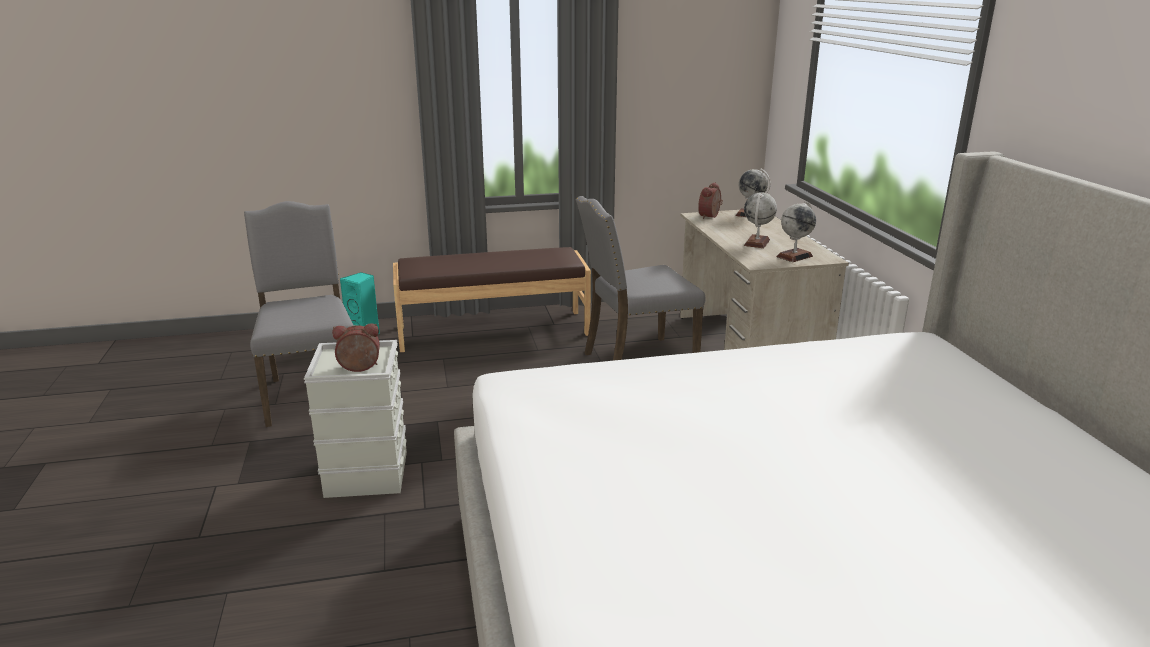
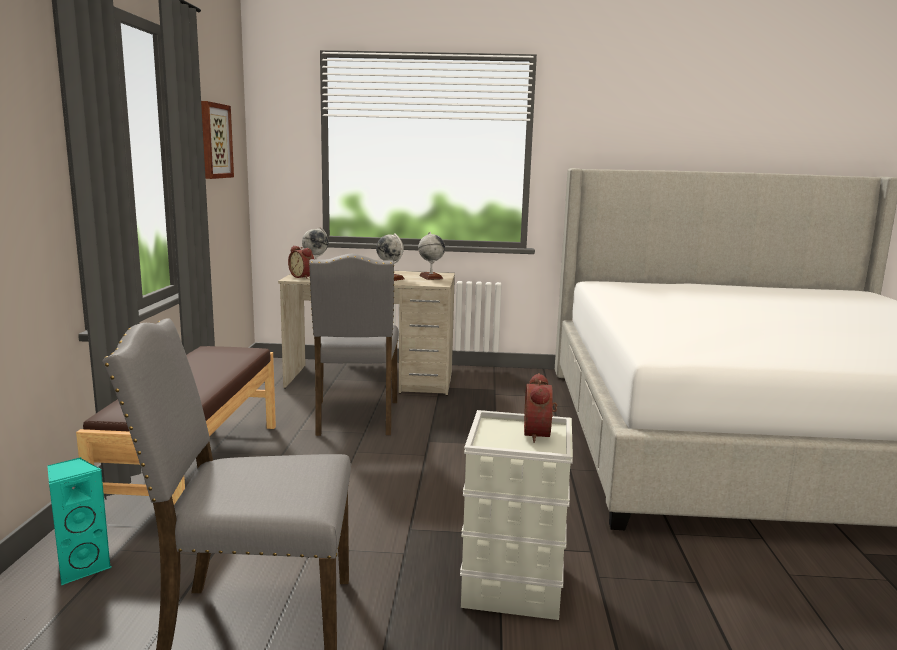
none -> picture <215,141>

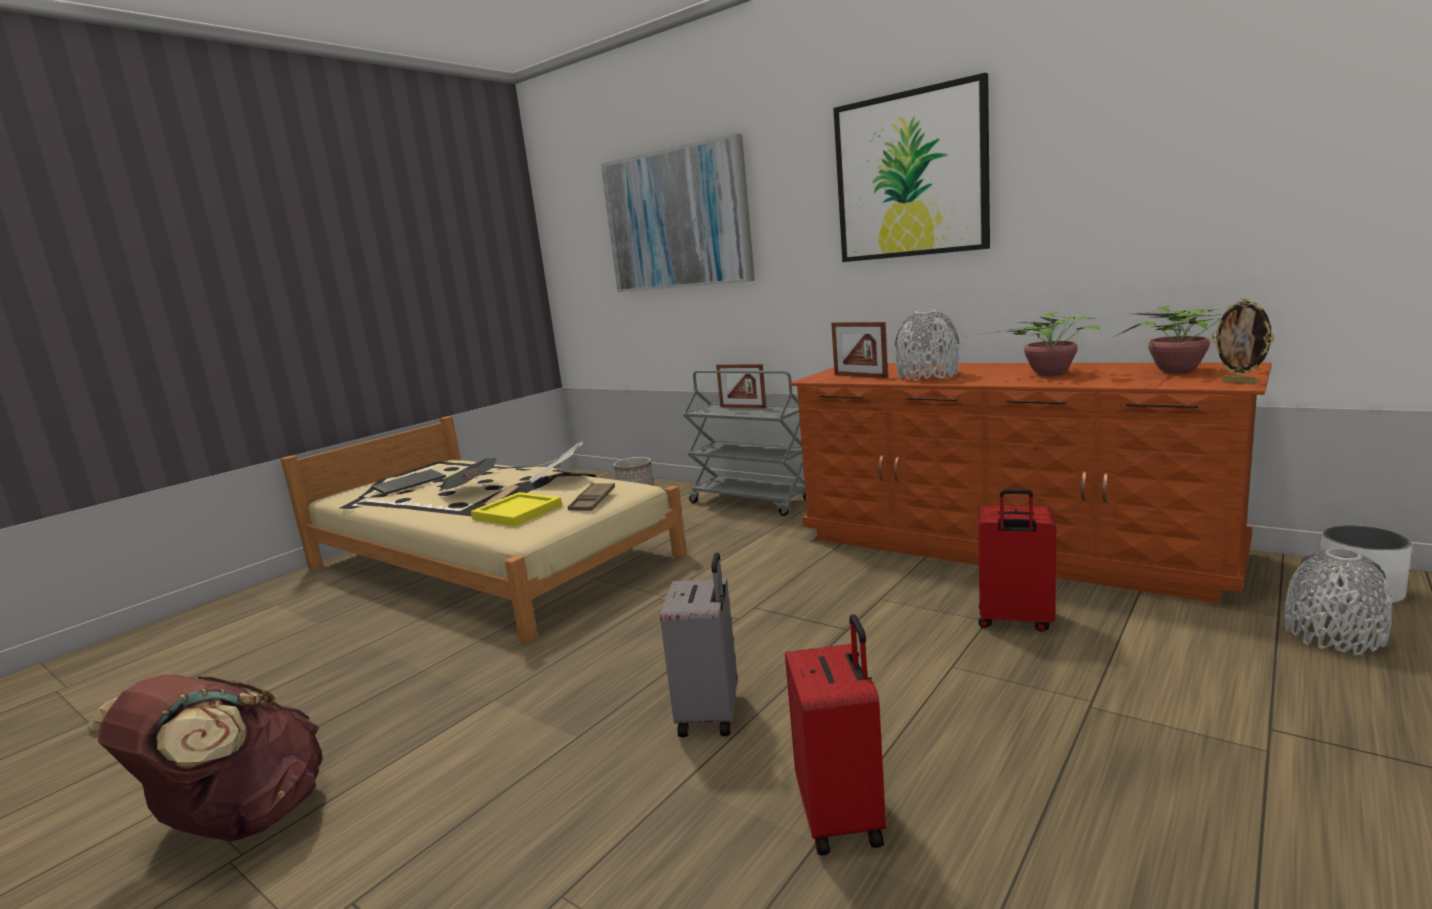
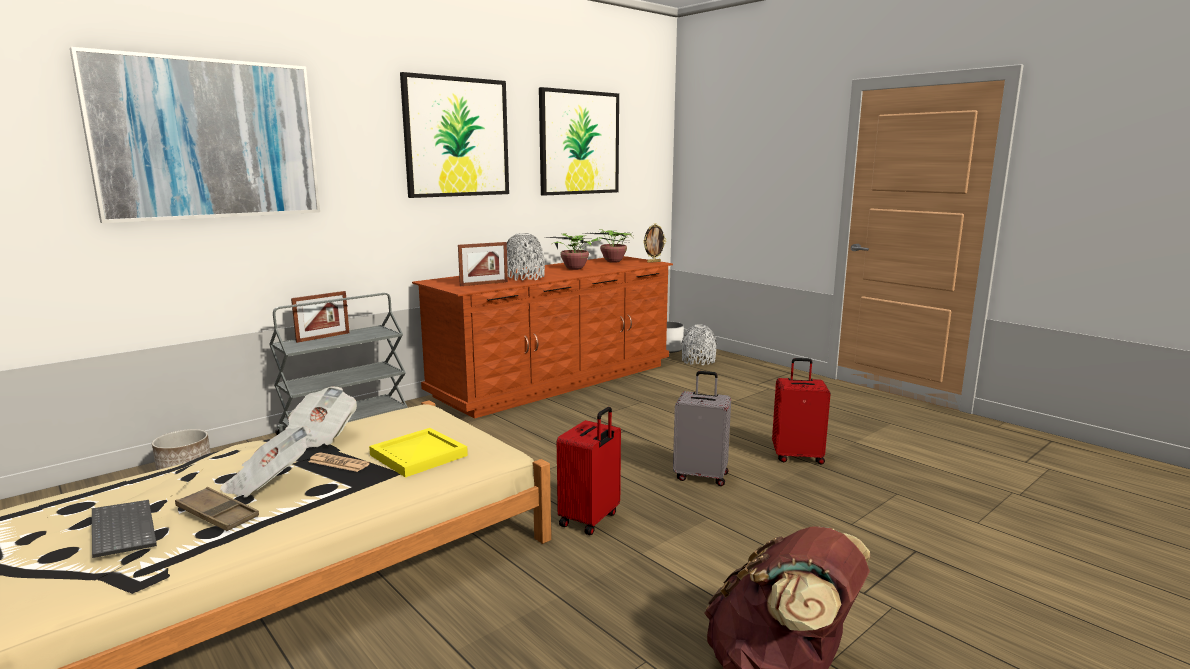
none -> picture <579,143>
brown tray <592,501> -> brown tray <217,515>, move
red suitcase <1014,621> -> red suitcase <590,519>, move

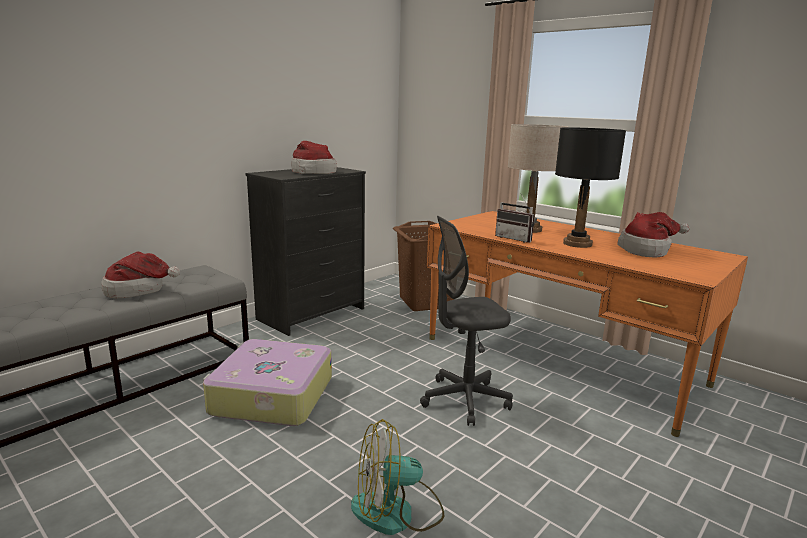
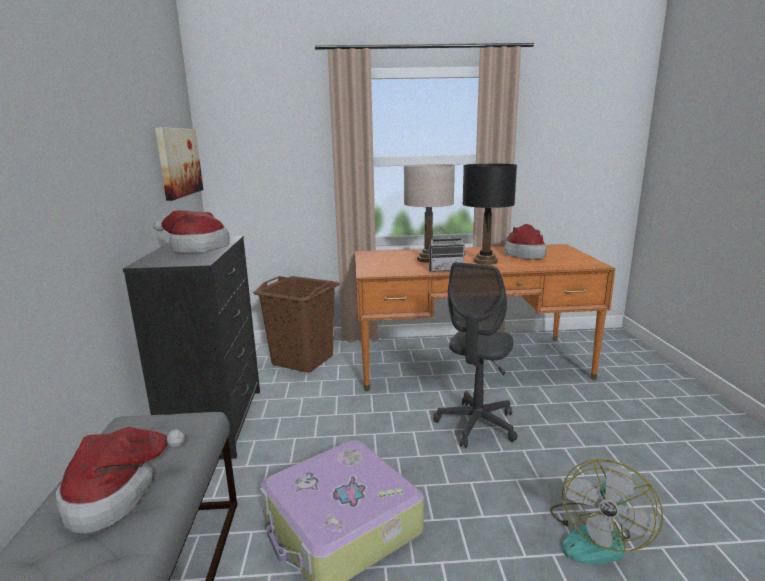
none -> picture <178,162>

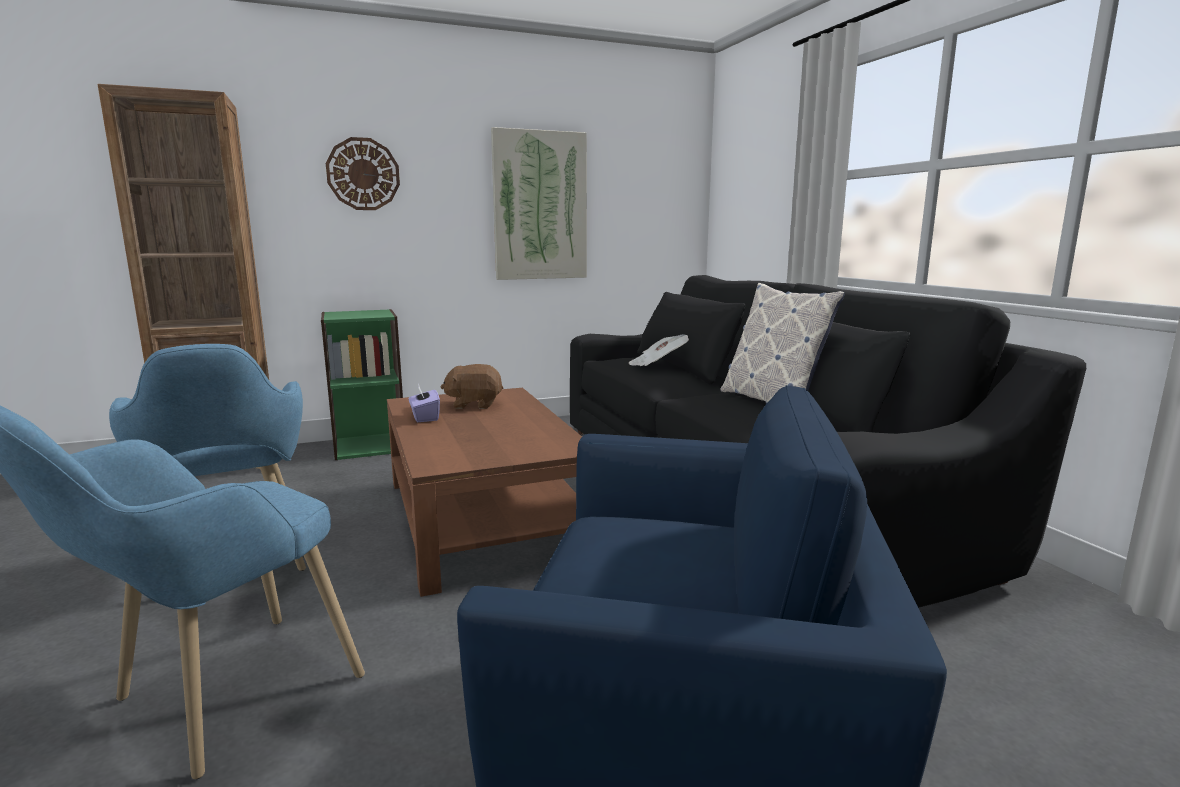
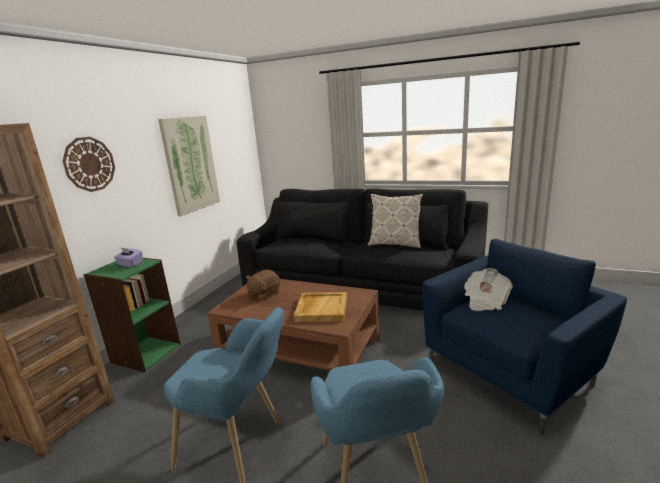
none -> beige tray <321,309>
purple tissue box <424,417> -> purple tissue box <130,264>, move
newspaper <659,364> -> newspaper <485,301>, move

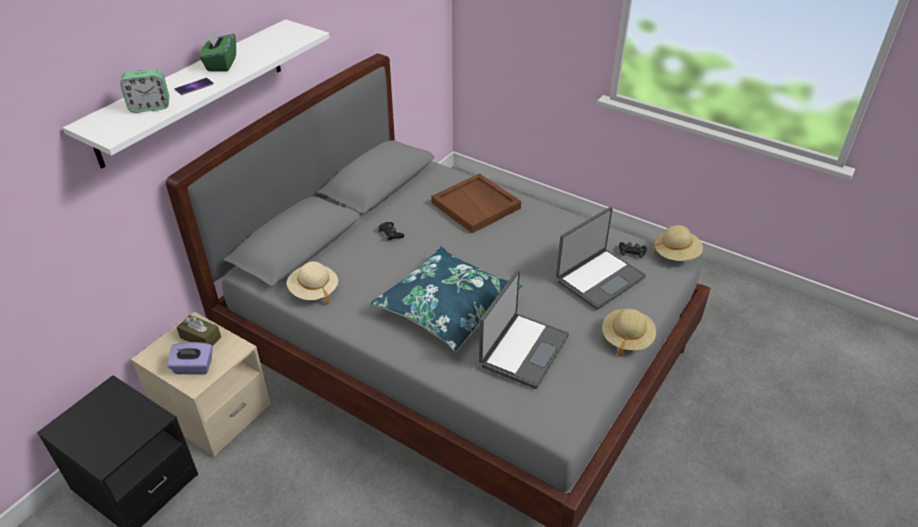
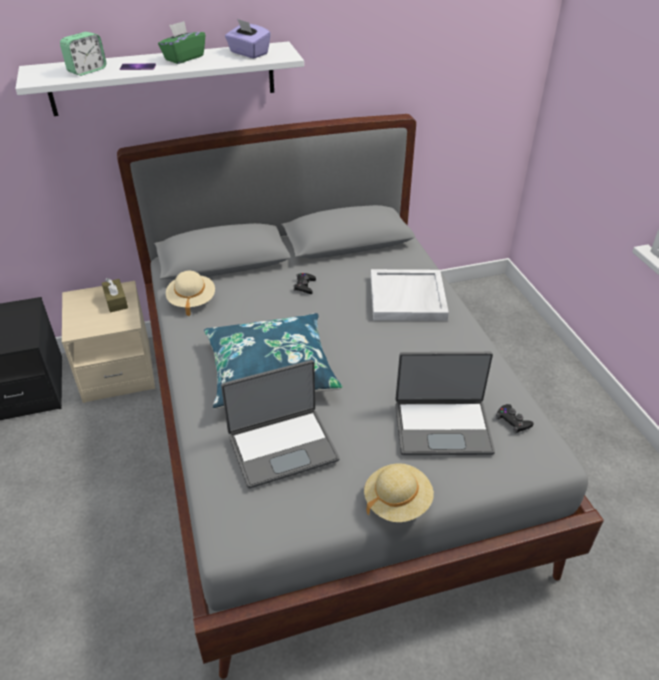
beige hat <676,254> -> none
purple tissue box <193,367> -> purple tissue box <248,53>, move
brown tray <476,205> -> white tray <408,298>
alarm clock <150,107> -> alarm clock <87,70>, 75 degrees counterclockwise

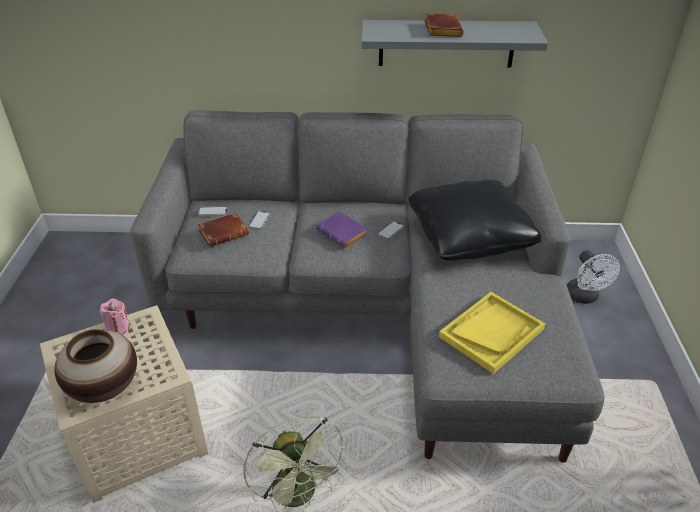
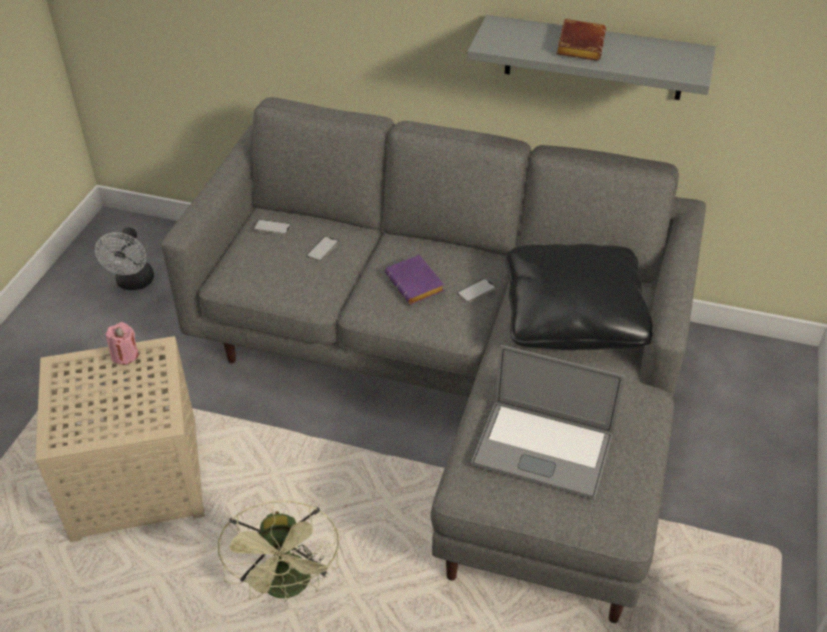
vase <105,388> -> none
brown book <224,232> -> none
white fan <584,297> -> white fan <134,283>, move
yellow tray <491,333> -> laptop <542,449>

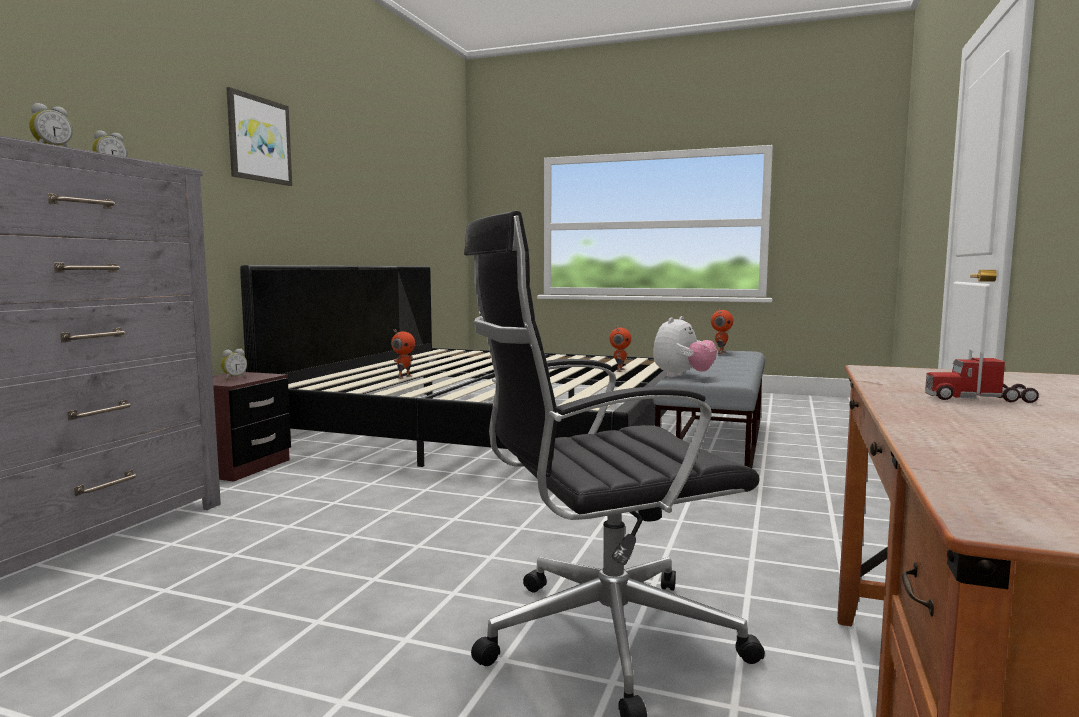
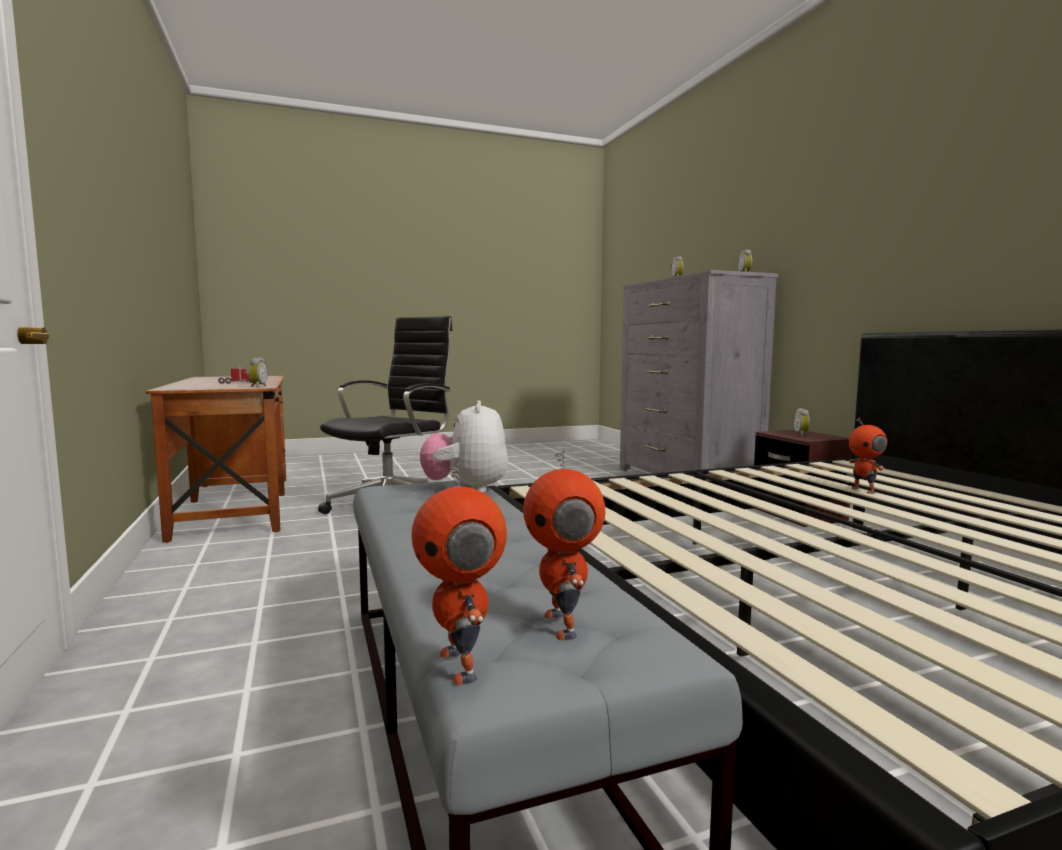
picture <259,139> -> none
none -> alarm clock <257,386>
toy robot <619,370> -> toy robot <462,665>, move

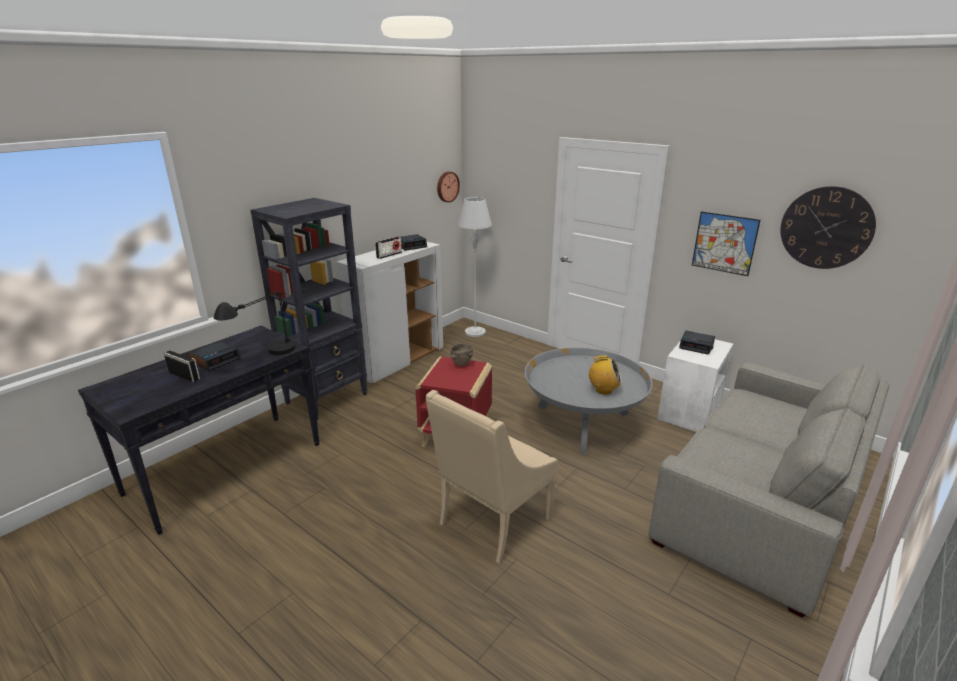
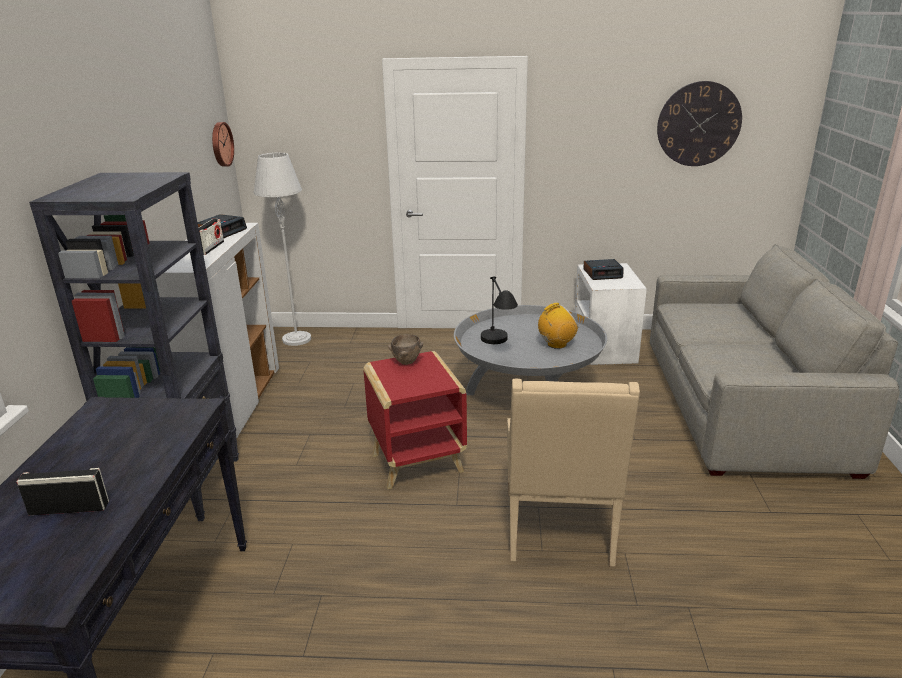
alarm clock <216,360> -> none
picture <724,243> -> none
black table lamp <264,358> -> black table lamp <498,349>, move

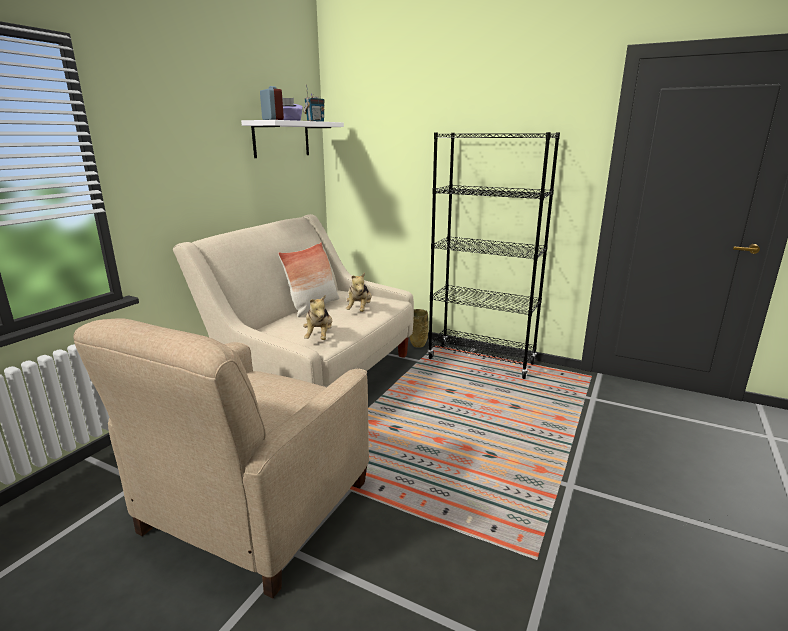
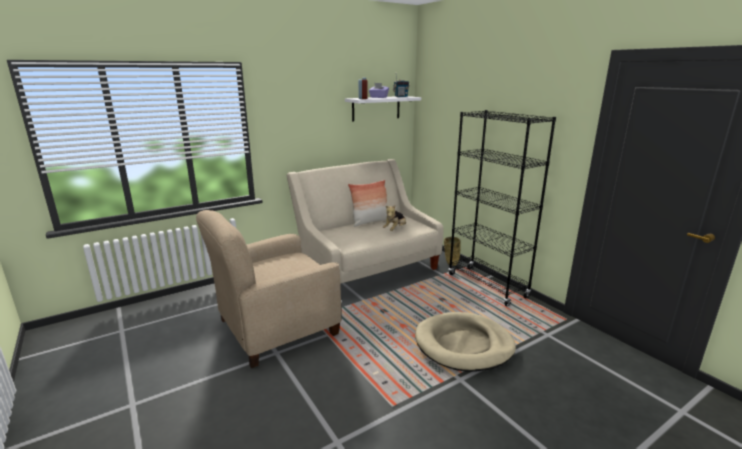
plush toy <319,337> -> none
none -> beige dog bed <463,345>

